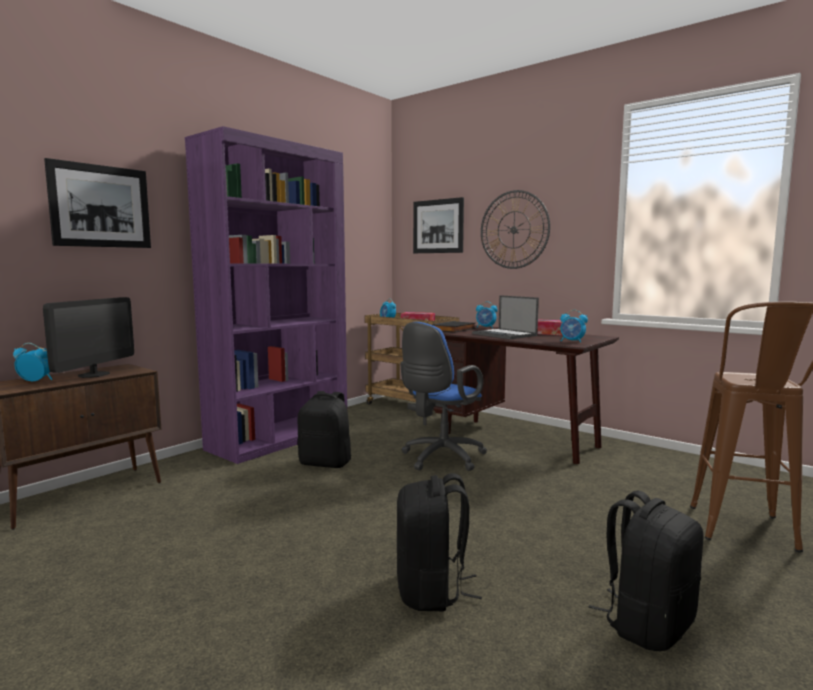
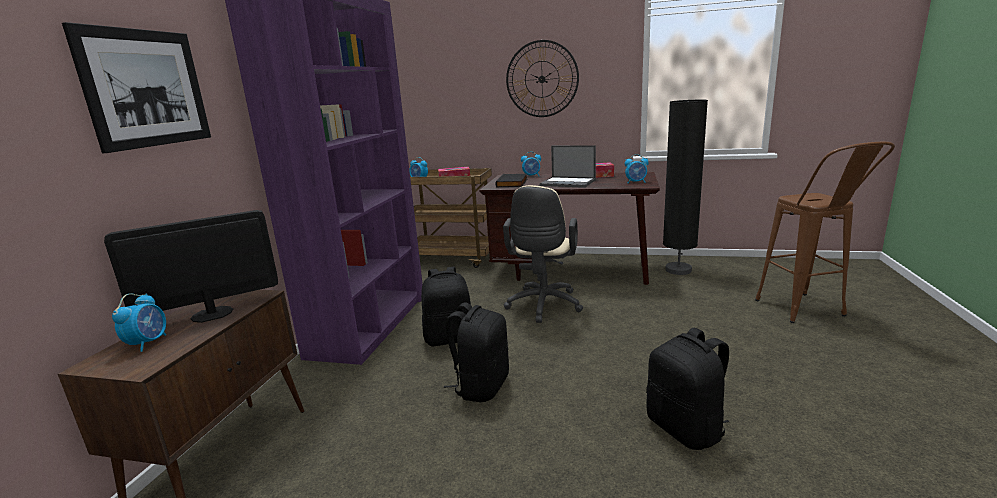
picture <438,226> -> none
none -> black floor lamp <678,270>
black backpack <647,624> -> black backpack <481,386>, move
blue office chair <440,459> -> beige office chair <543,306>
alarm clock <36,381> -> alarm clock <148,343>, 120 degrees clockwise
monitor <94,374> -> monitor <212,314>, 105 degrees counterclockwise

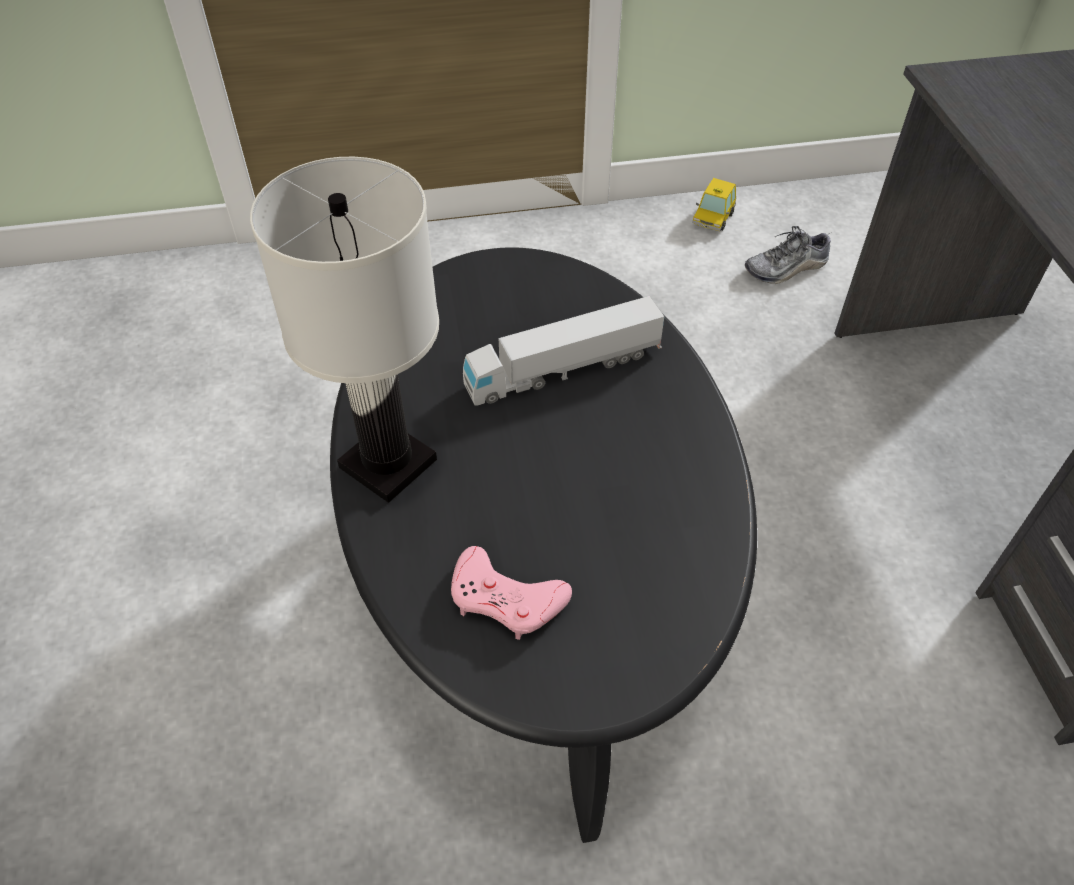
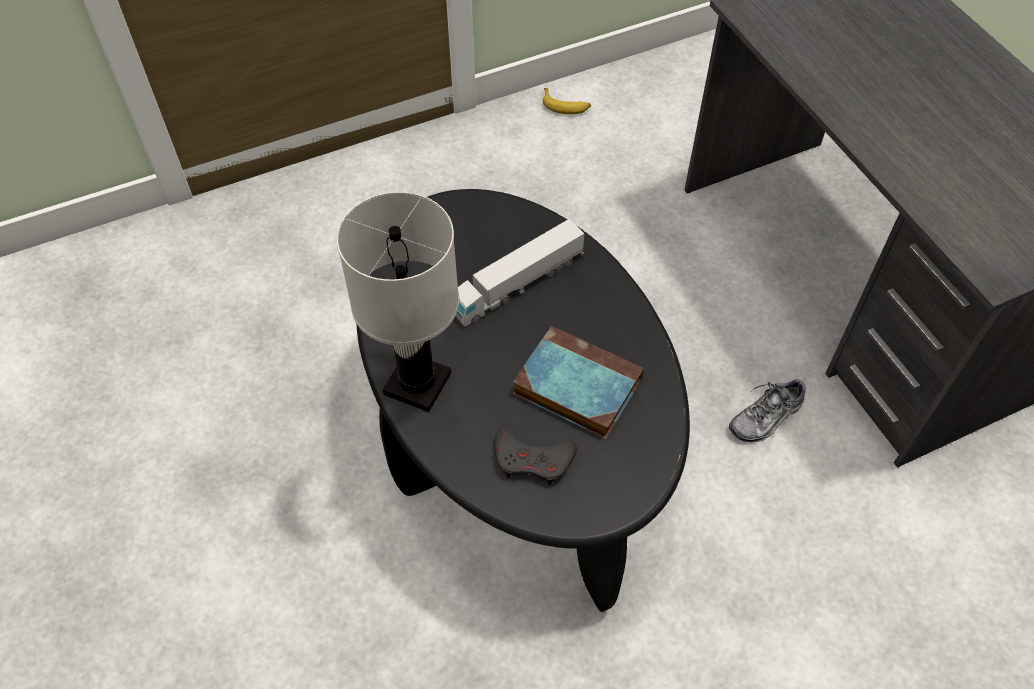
none -> book <574,386>
shoe <786,268> -> shoe <766,417>, move
toy car <713,218> -> banana <565,106>
pink game controller <506,599> -> grey game controller <533,460>

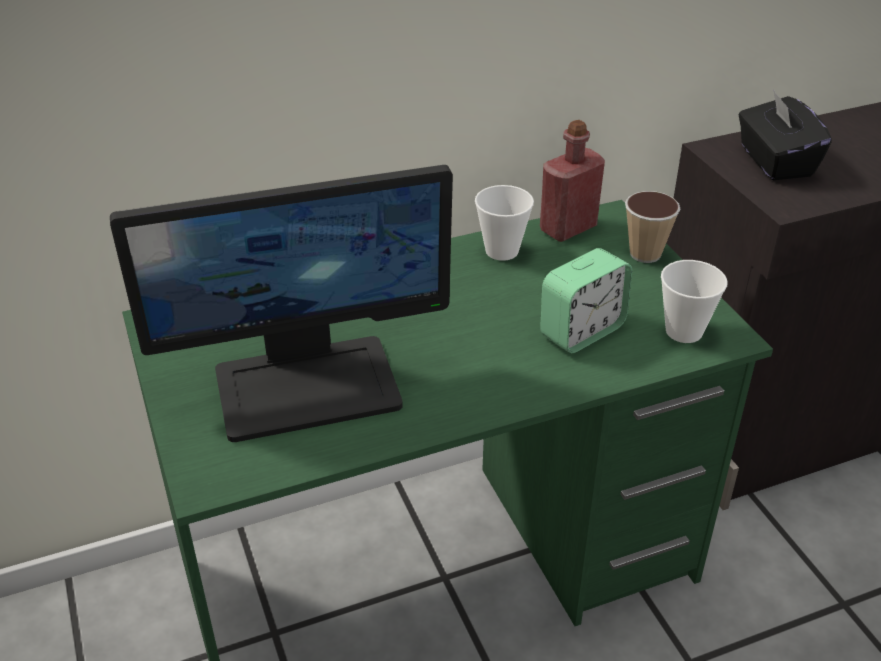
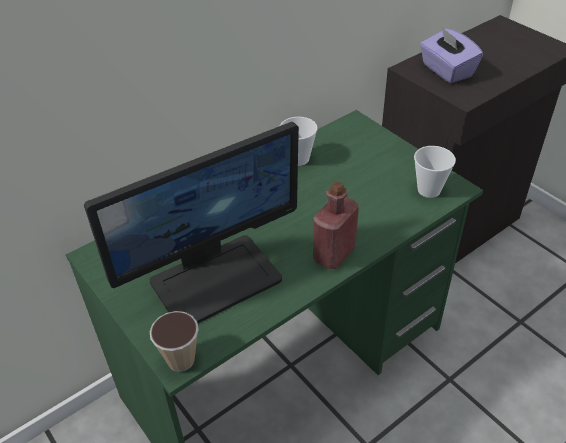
alarm clock <582,331> -> none
red bottle <568,228> -> red bottle <334,254>, move
cup <645,254> -> cup <181,360>, move
black tissue box <774,162> -> purple tissue box <446,71>

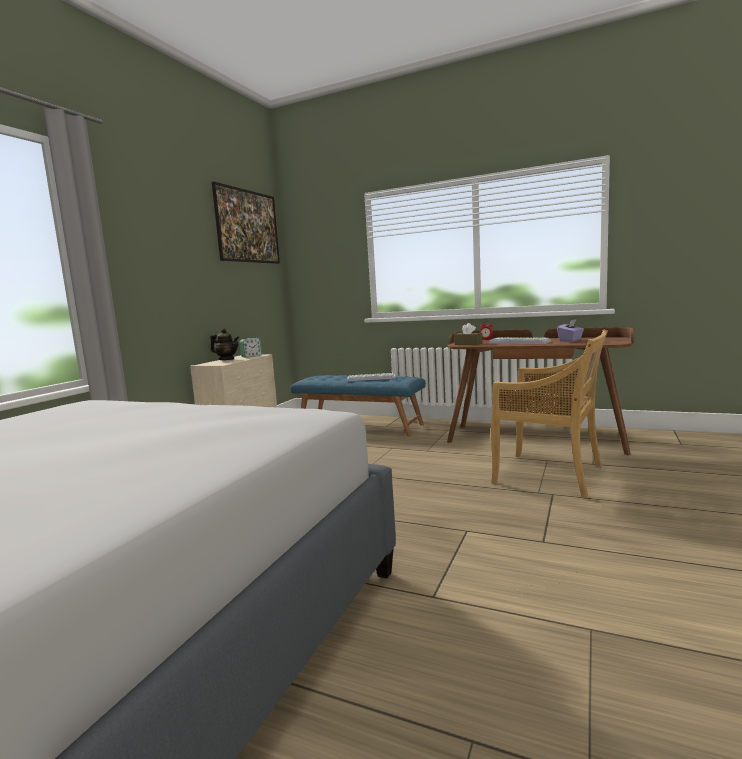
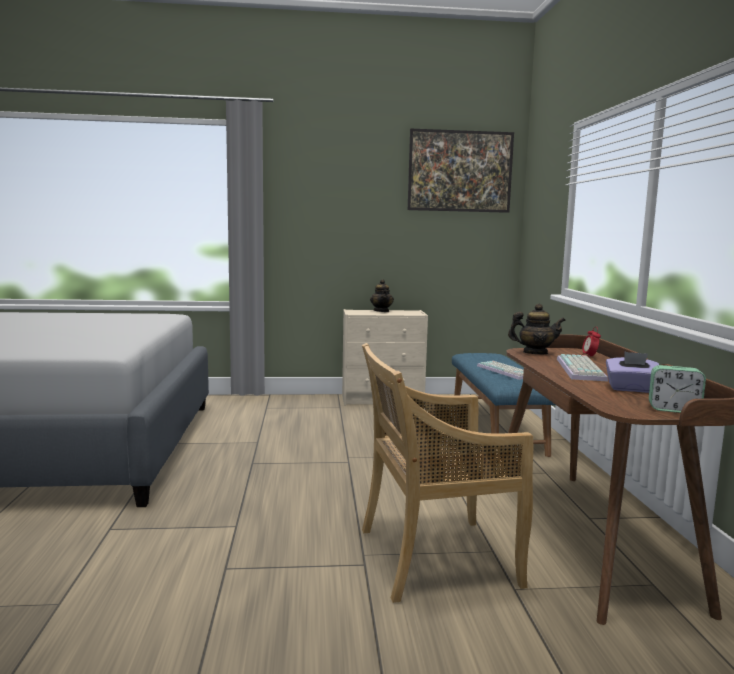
alarm clock <251,356> -> alarm clock <674,410>, move
brown tissue box <468,344> -> teapot <535,353>
beige chair <550,474> -> beige chair <434,558>, 75 degrees clockwise

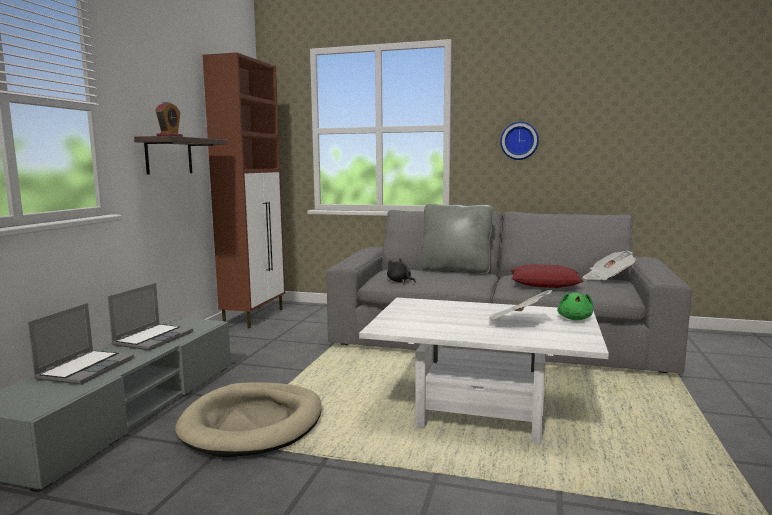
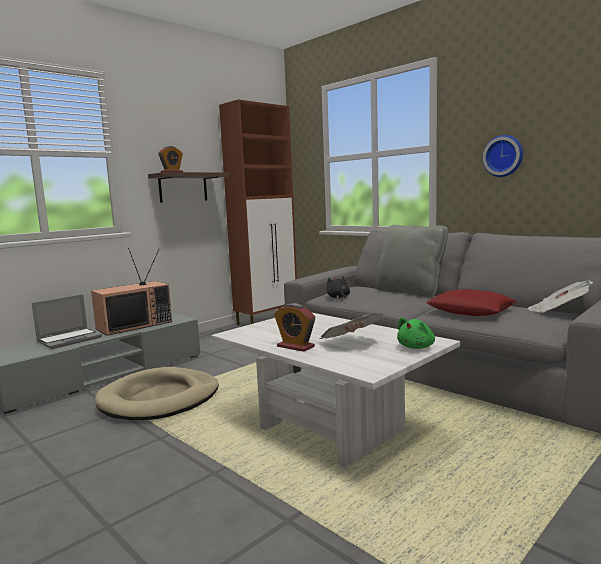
none -> alarm clock <295,346>
laptop <153,338> -> television <135,325>

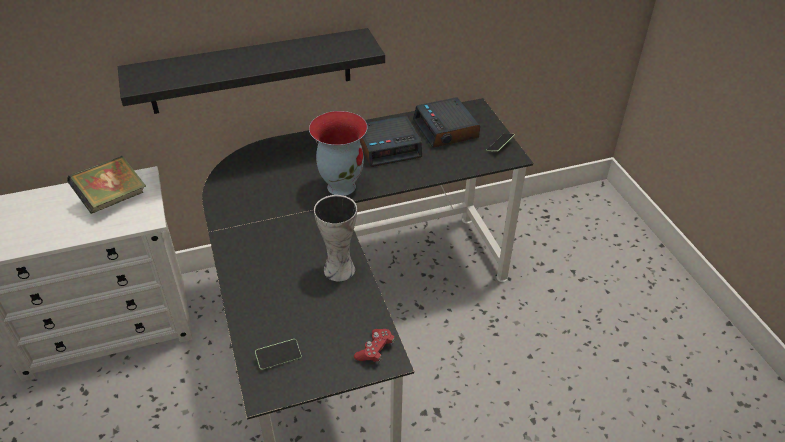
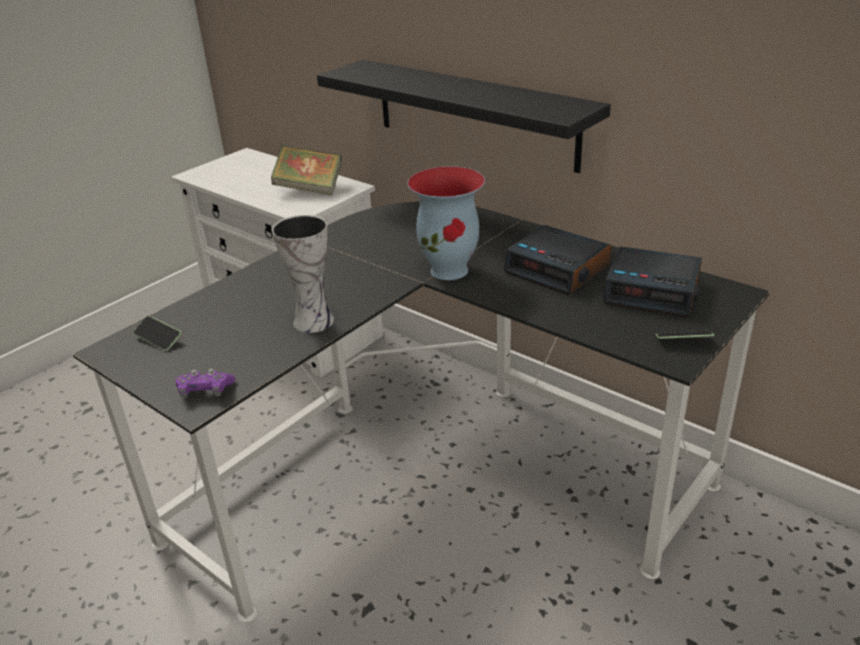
red game controller <375,350> -> purple game controller <206,391>
alarm clock <446,129> -> alarm clock <653,291>, 105 degrees counterclockwise

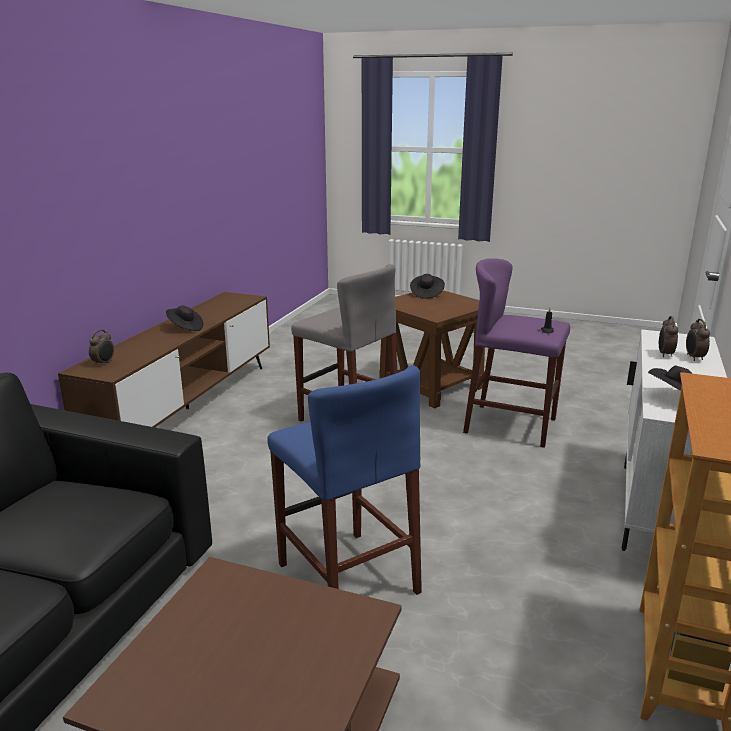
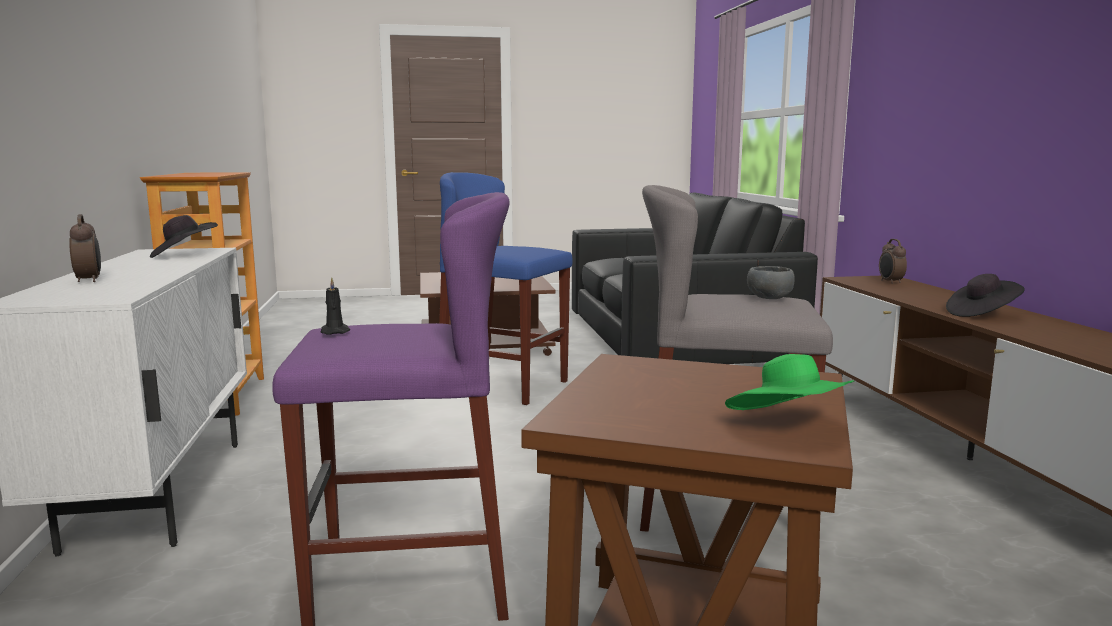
alarm clock <664,354> -> none
none -> grey bowl <770,298>
black hat <426,294> -> green hat <788,426>

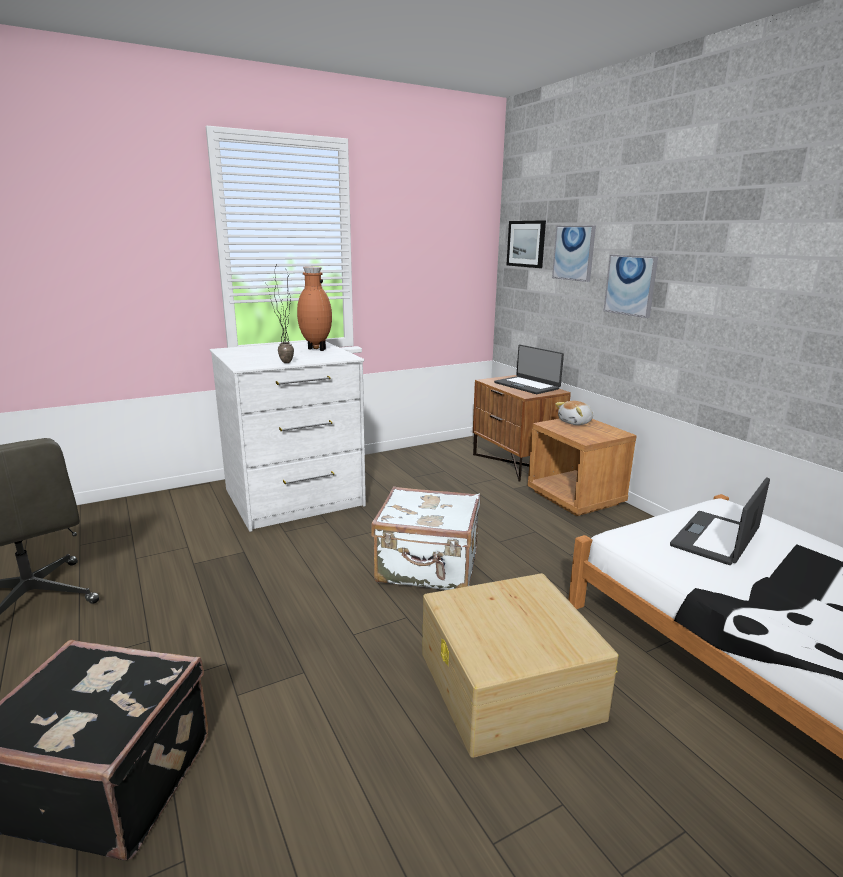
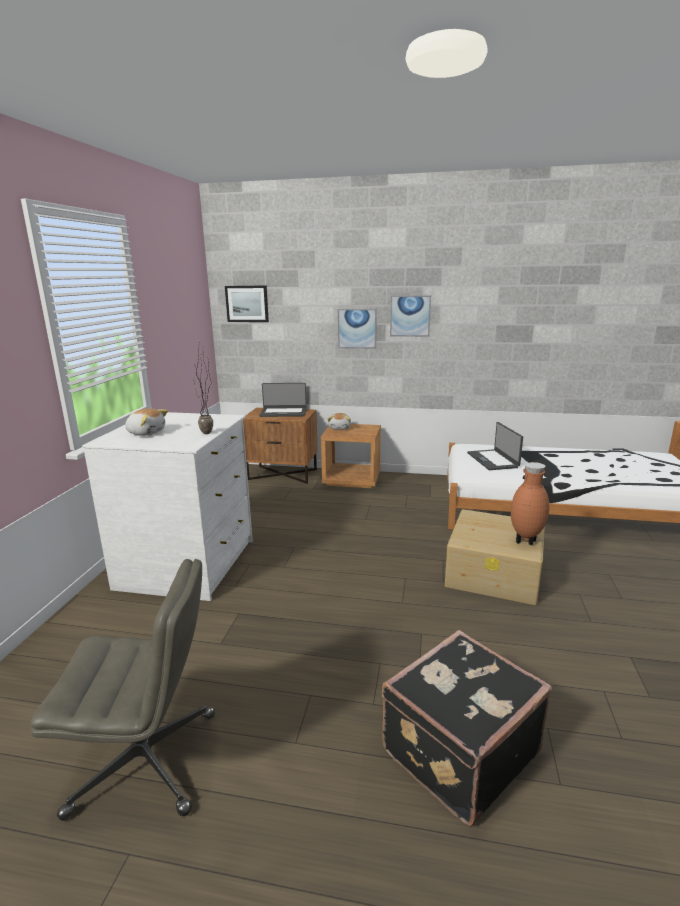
white suitcase <428,568> -> none
none -> plush toy <146,432>
brown vase <315,349> -> brown vase <526,542>, move
picture <574,253> -> picture <410,316>, move

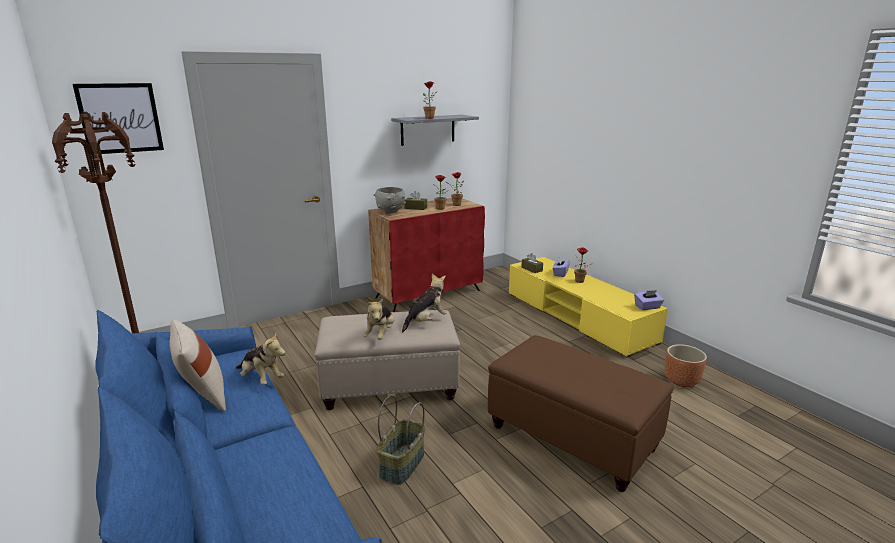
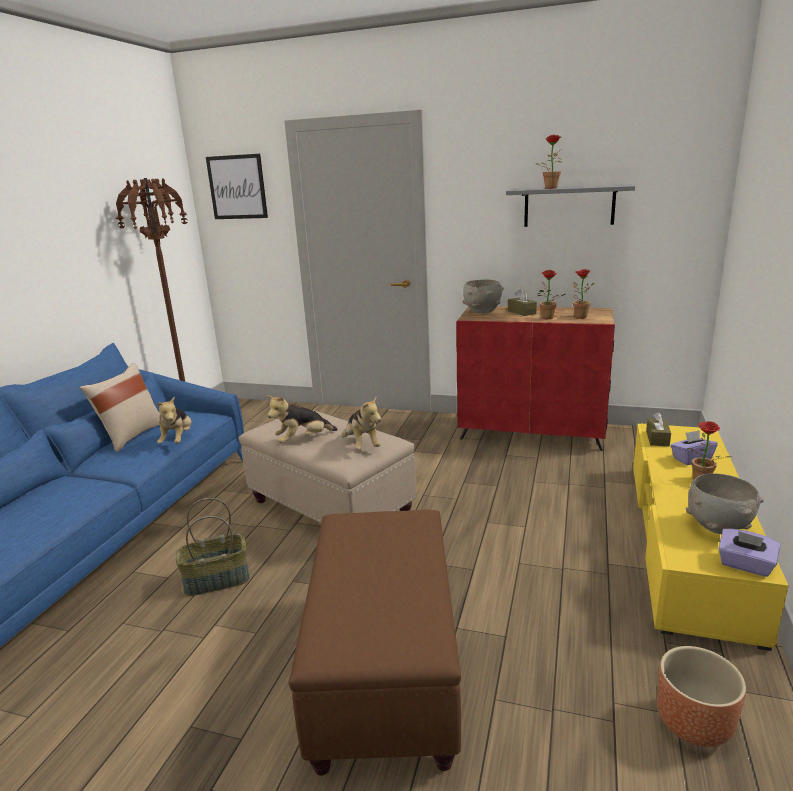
none -> grey bowl <717,528>
plush toy <426,321> -> plush toy <361,445>, 60 degrees clockwise

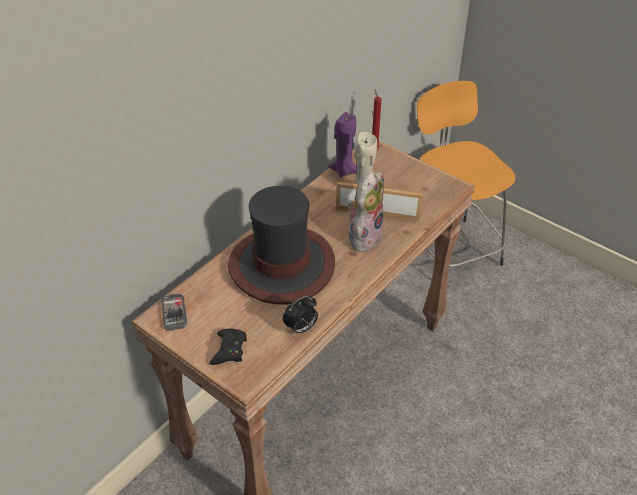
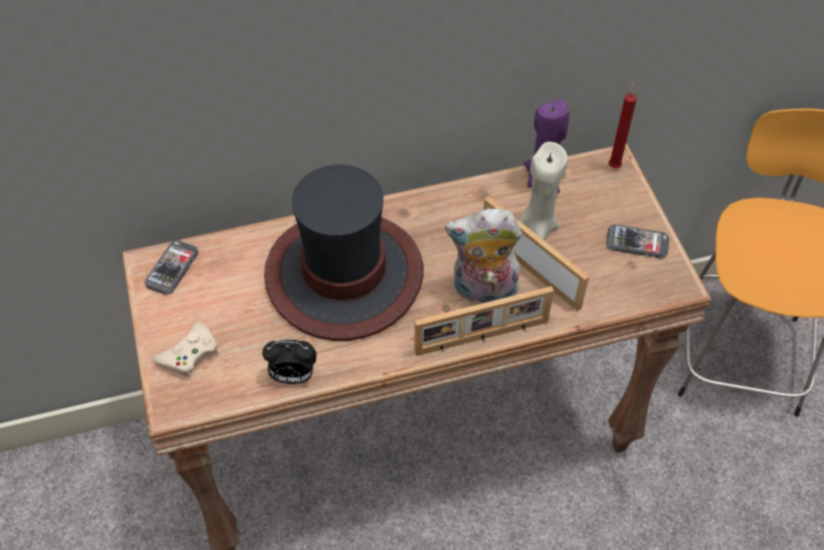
none -> picture frame <482,338>
none -> phone <637,243>
black game controller <229,350> -> beige game controller <190,354>
plush toy <364,236> -> plush toy <483,292>, 150 degrees counterclockwise

